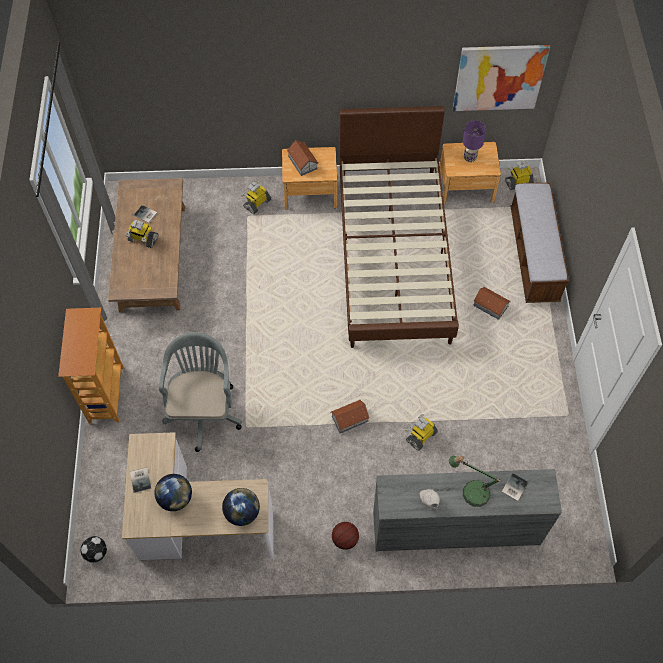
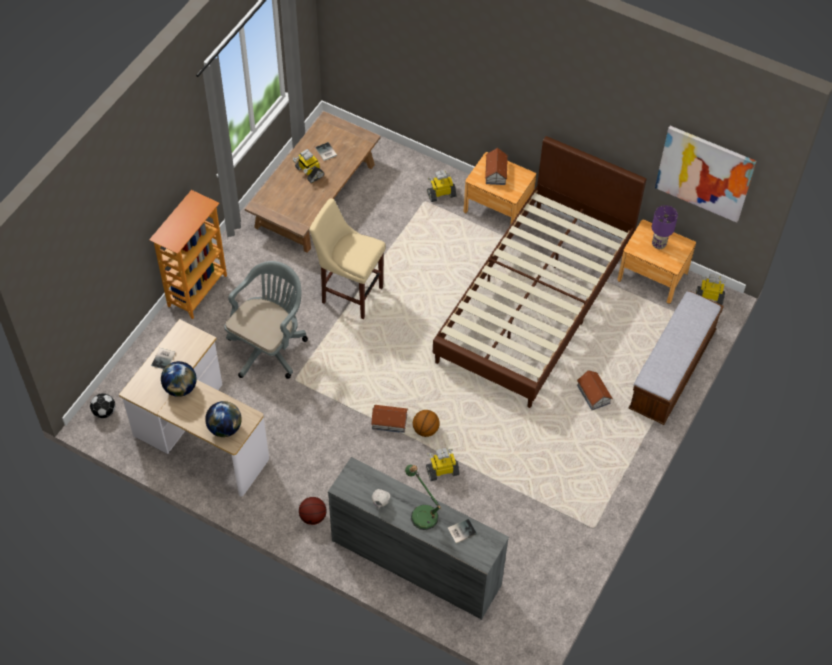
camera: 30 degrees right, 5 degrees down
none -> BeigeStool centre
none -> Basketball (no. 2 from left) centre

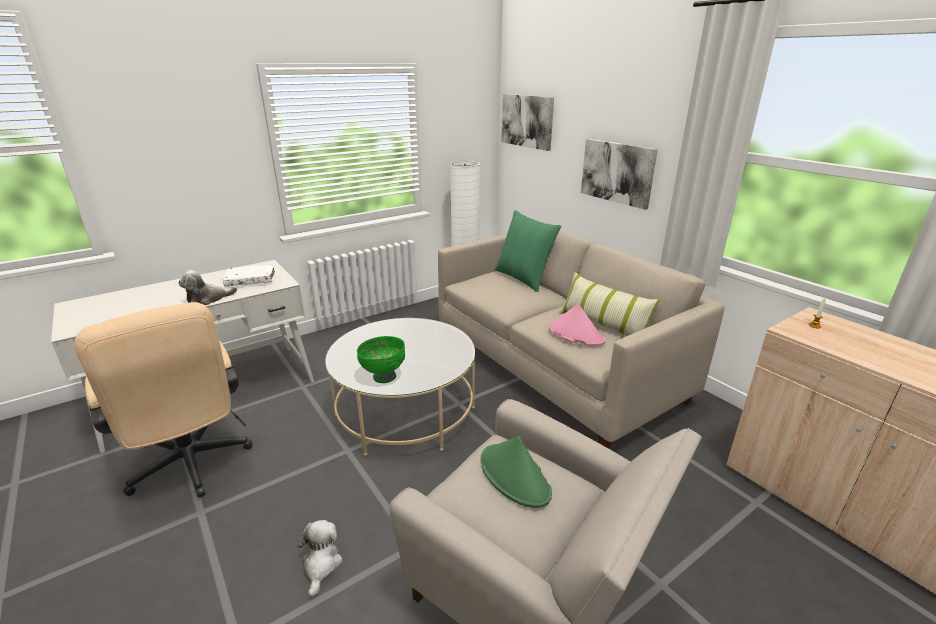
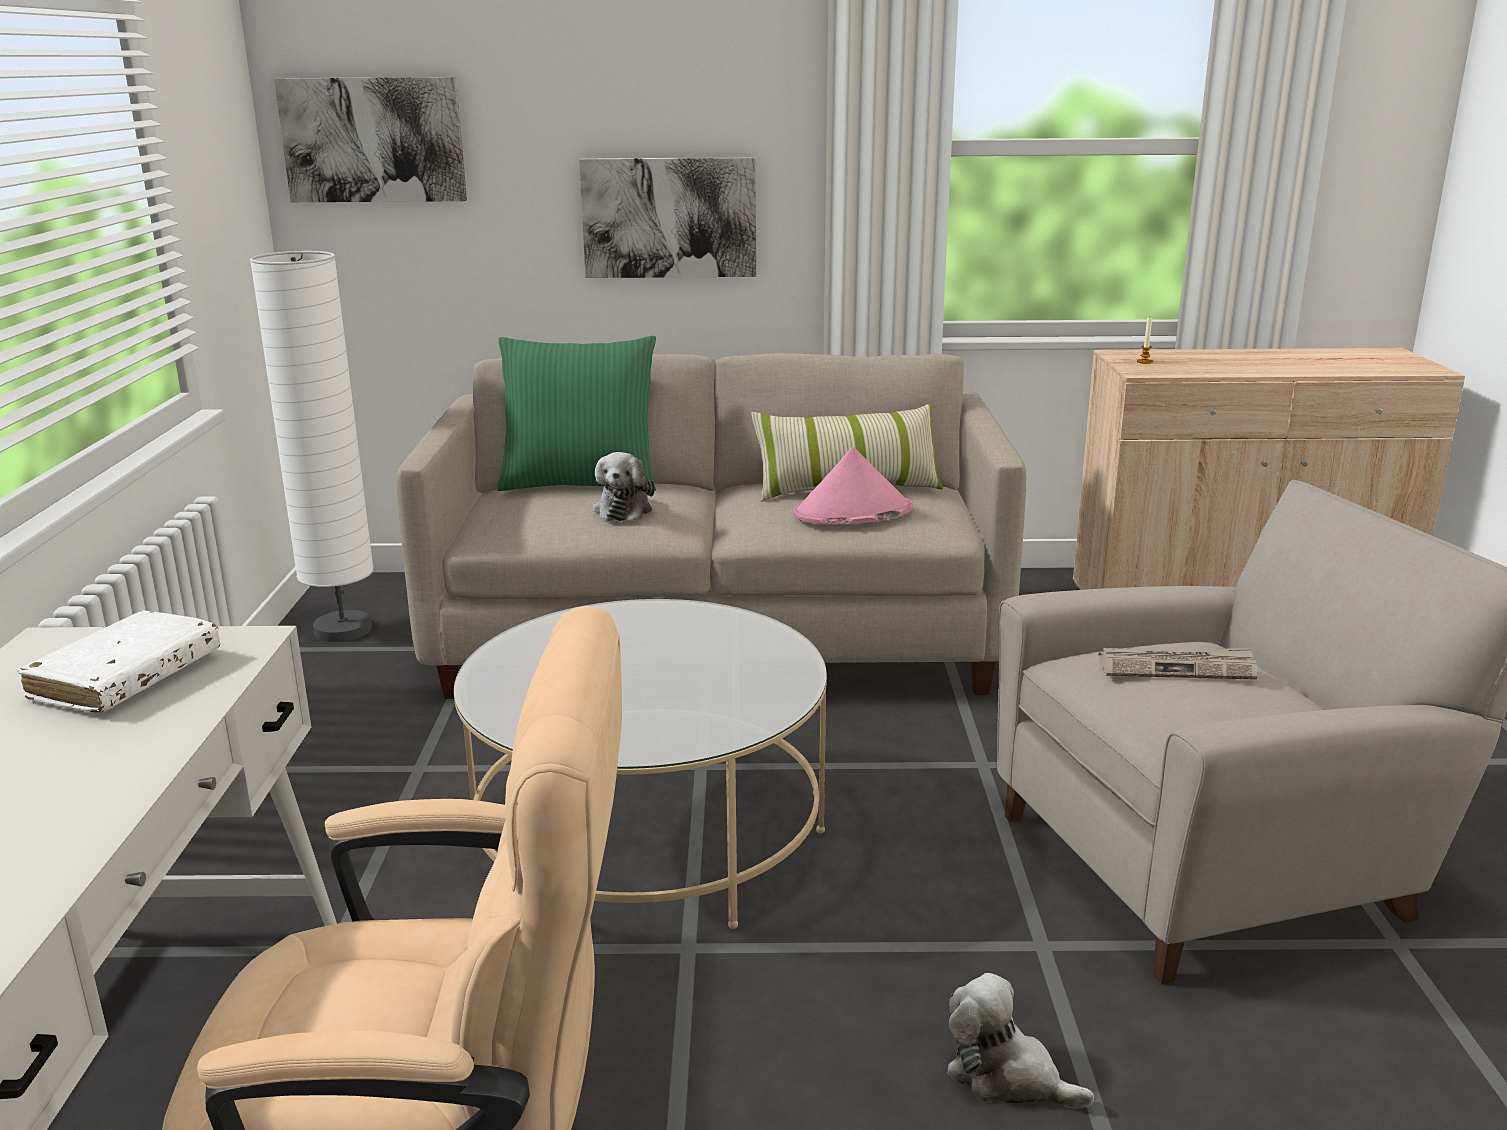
camera: 55 degrees left, 5 degrees down
PlushToy (no. 1 from left) middle left -> PlushToy (no. 1 from left) centre, relocated
GreenHat bottom centre -> Newspaper middle right
GreenBowl centre -> none

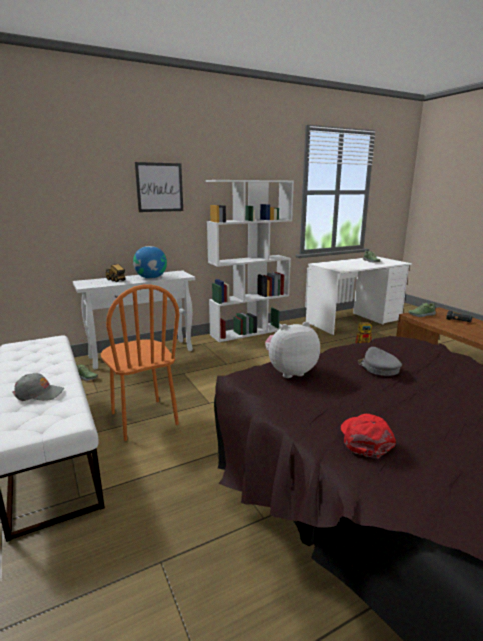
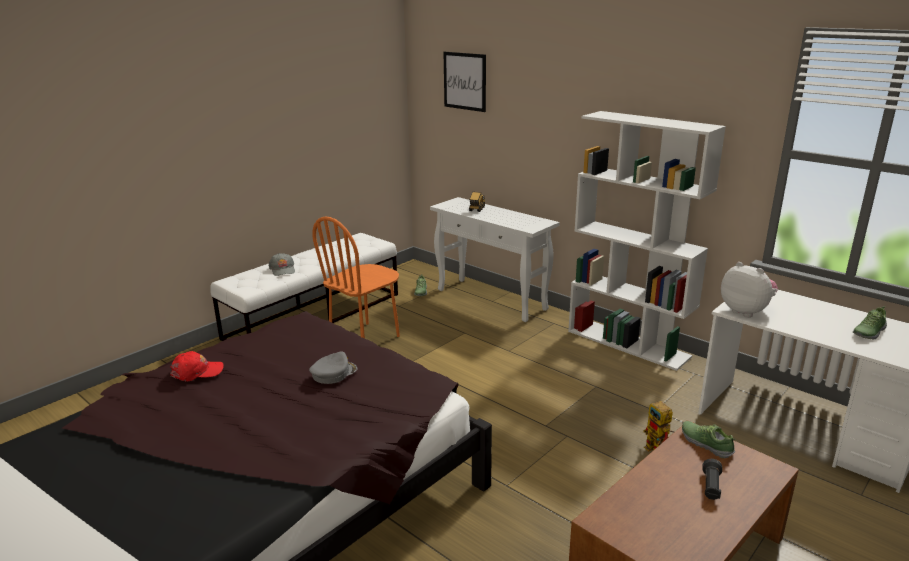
camera: 70 degrees right, 5 degrees up
Picture top left -> Picture top centre, relocated
PlushToy centre -> PlushToy middle right, relocated
Globe middle left -> none

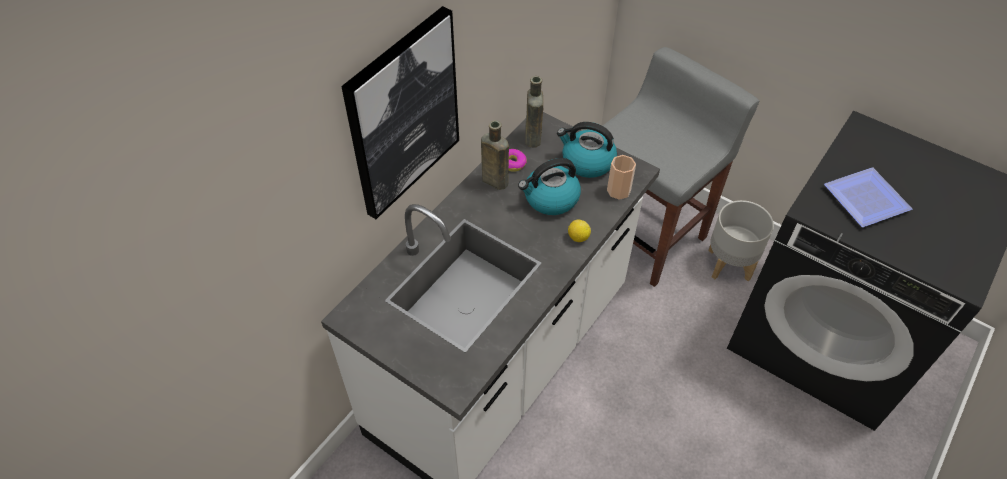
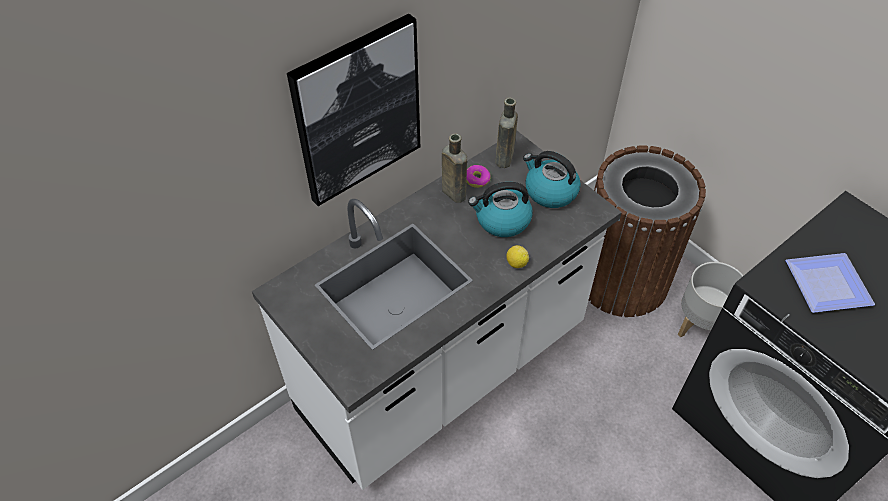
camera: 15 degrees right, 0 degrees up
GreyStool middle right -> BrownTrashCan middle right
Cup centre -> none

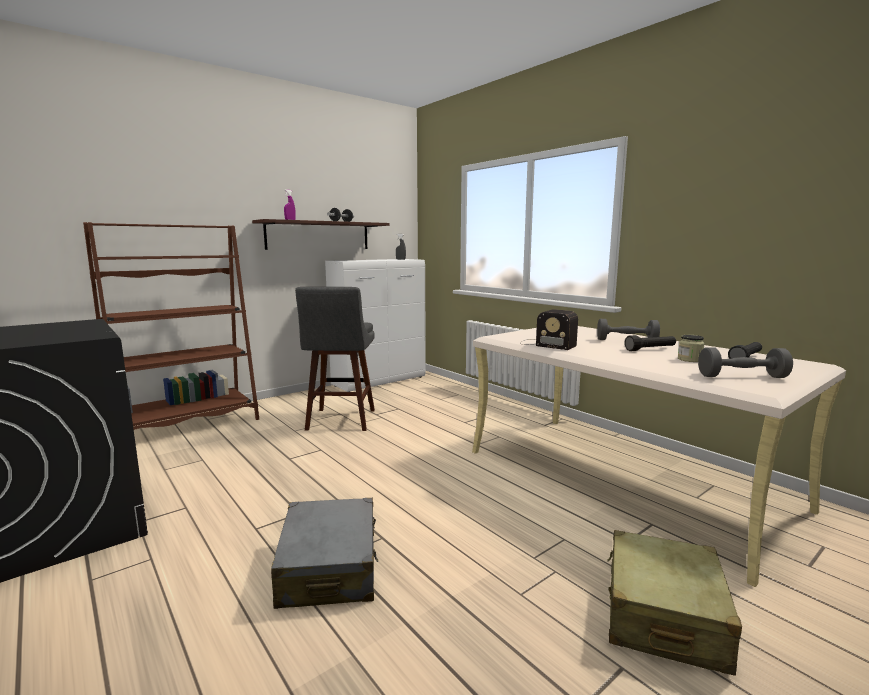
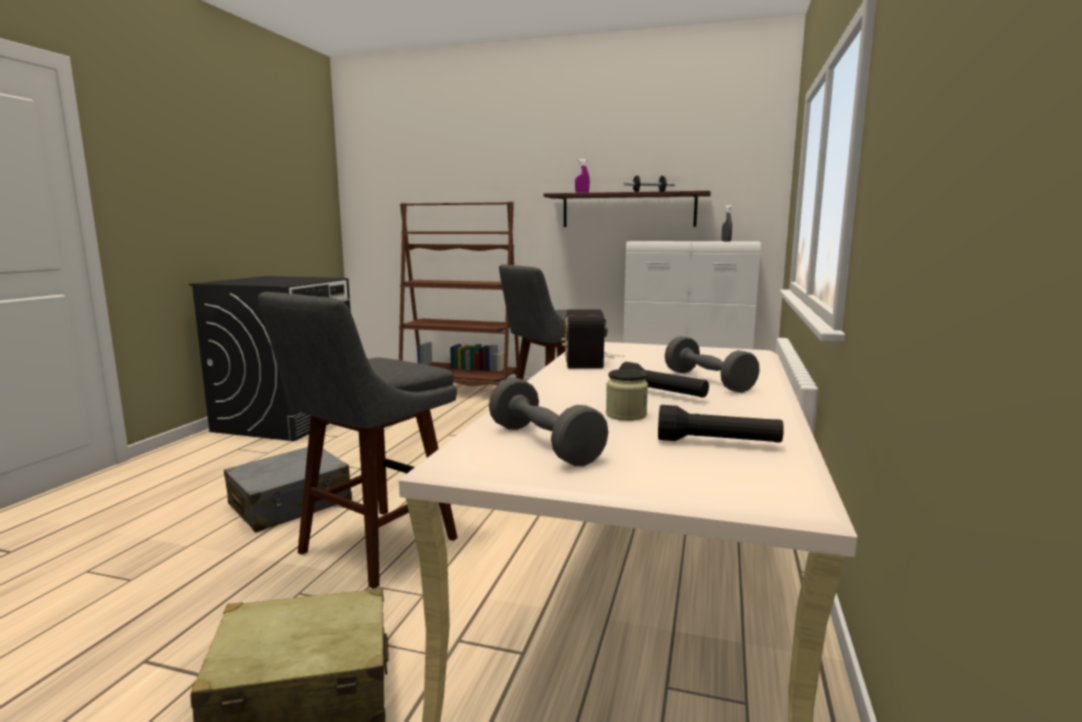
camera: 55 degrees right, 0 degrees up
none -> GreyStool (no. 1 from left) middle left

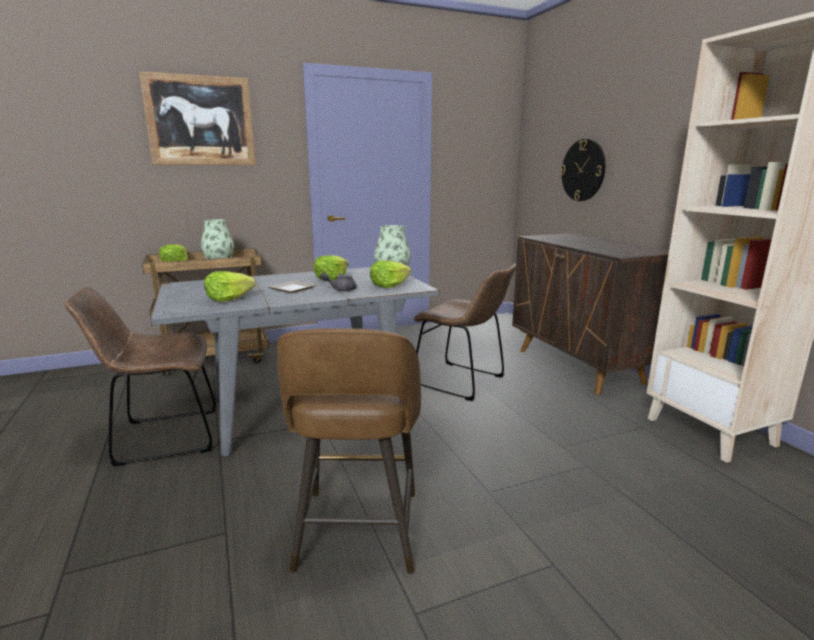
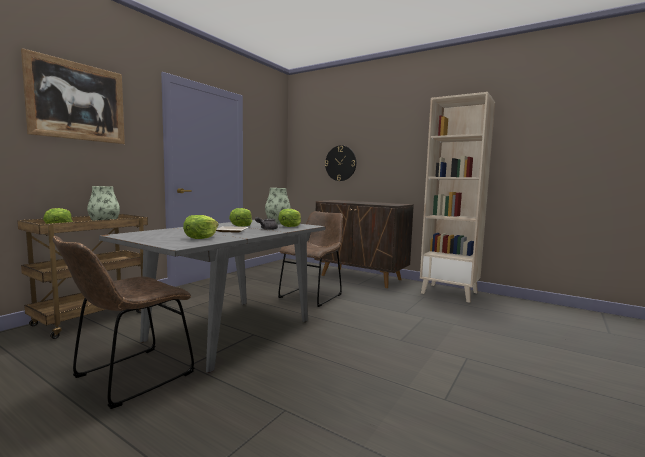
camera: 35 degrees left, 10 degrees down
BrownChair (no. 2 from left) centre, 60 degrees counterclockwise
BrownStool bottom centre -> none

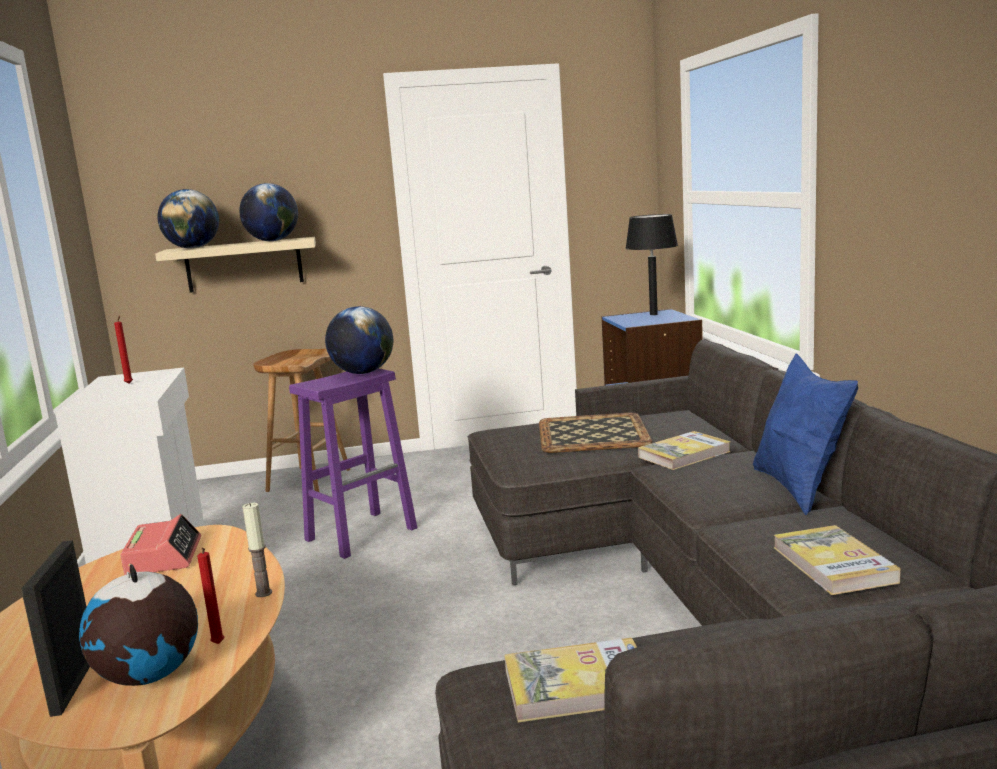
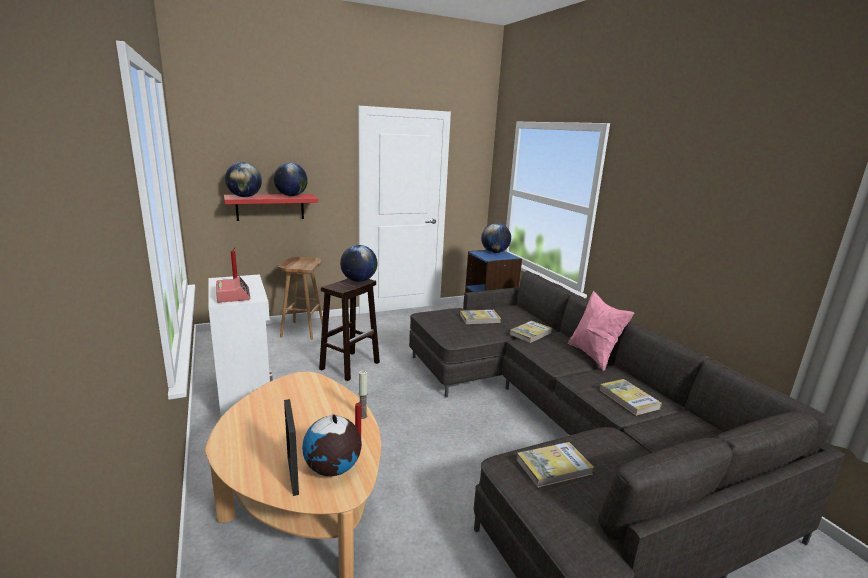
camera: 15 degrees left, 5 degrees up
AlarmClock bottom left -> AlarmClock middle left, relocated
BeigeShelf middle left -> RedShelf middle left
PurpleStool centre -> BrownStool (no. 2 from left) centre
Tray centre -> Book (no. 1 from left) centre
BlackTableLamp centre -> Globe (no. 5 from left) centre
BluePillow middle right -> PinkPillow middle right

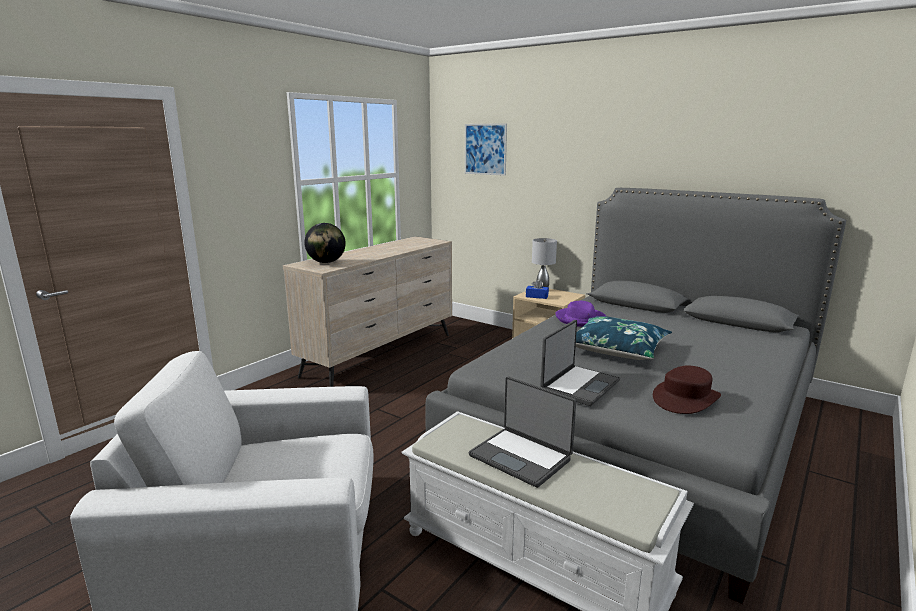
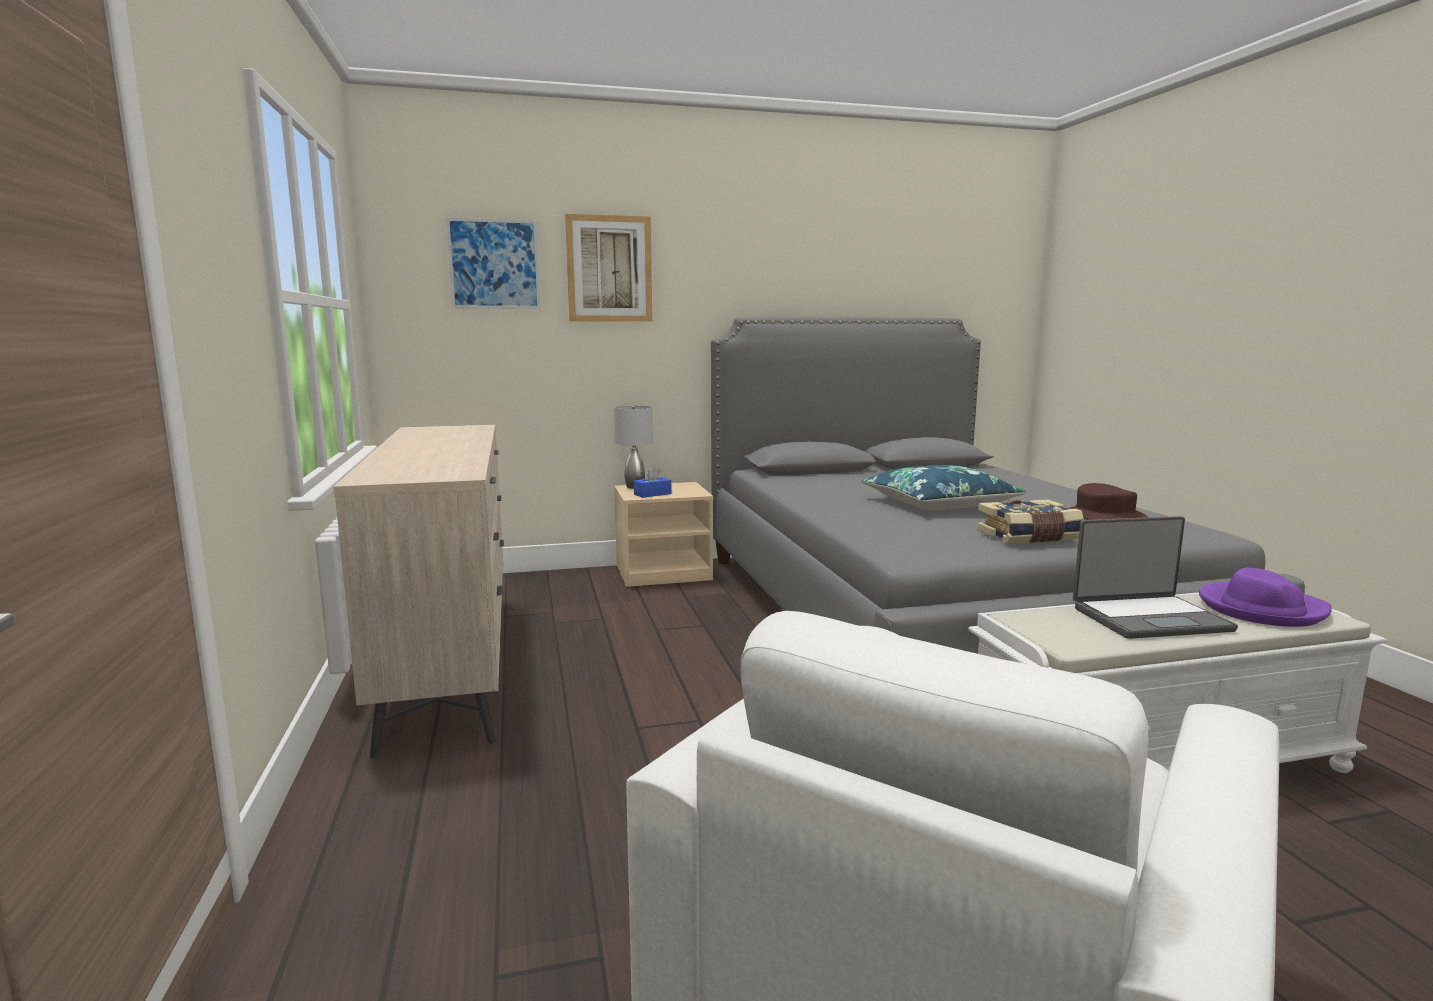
camera: 50 degrees left, 5 degrees down
none -> Picture (no. 2 from left) top centre
Laptop (no. 2 from left) centre -> Book middle right
PurpleHat centre -> PurpleHat middle right, relocated
Globe centre -> none

